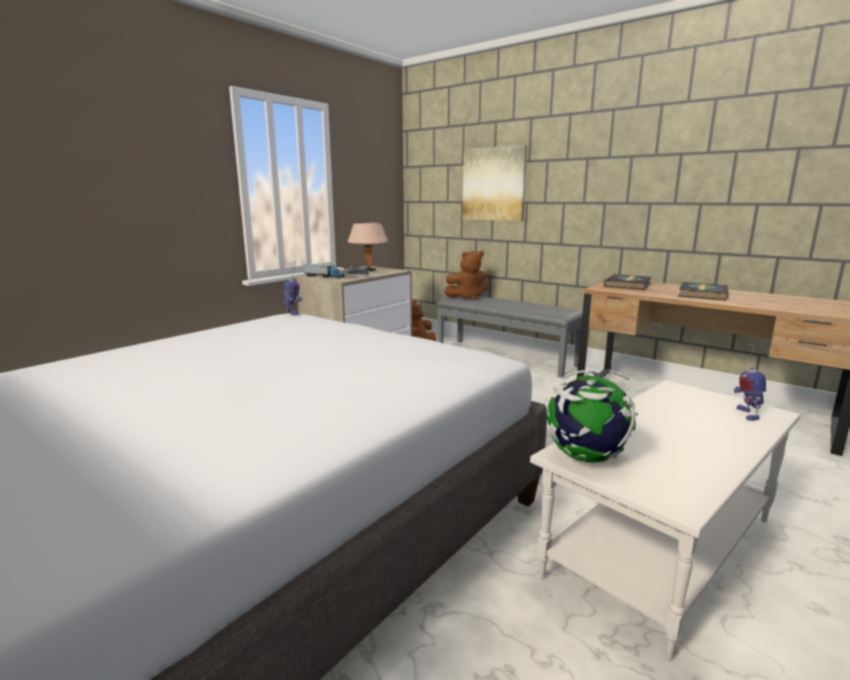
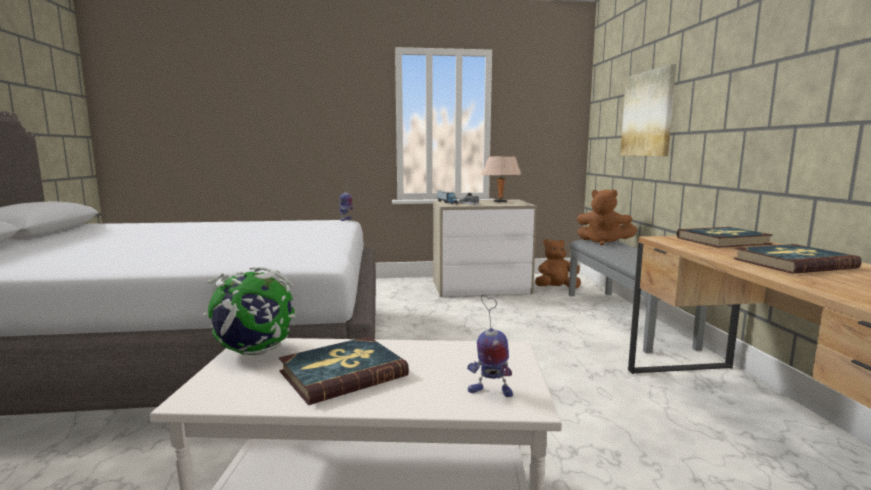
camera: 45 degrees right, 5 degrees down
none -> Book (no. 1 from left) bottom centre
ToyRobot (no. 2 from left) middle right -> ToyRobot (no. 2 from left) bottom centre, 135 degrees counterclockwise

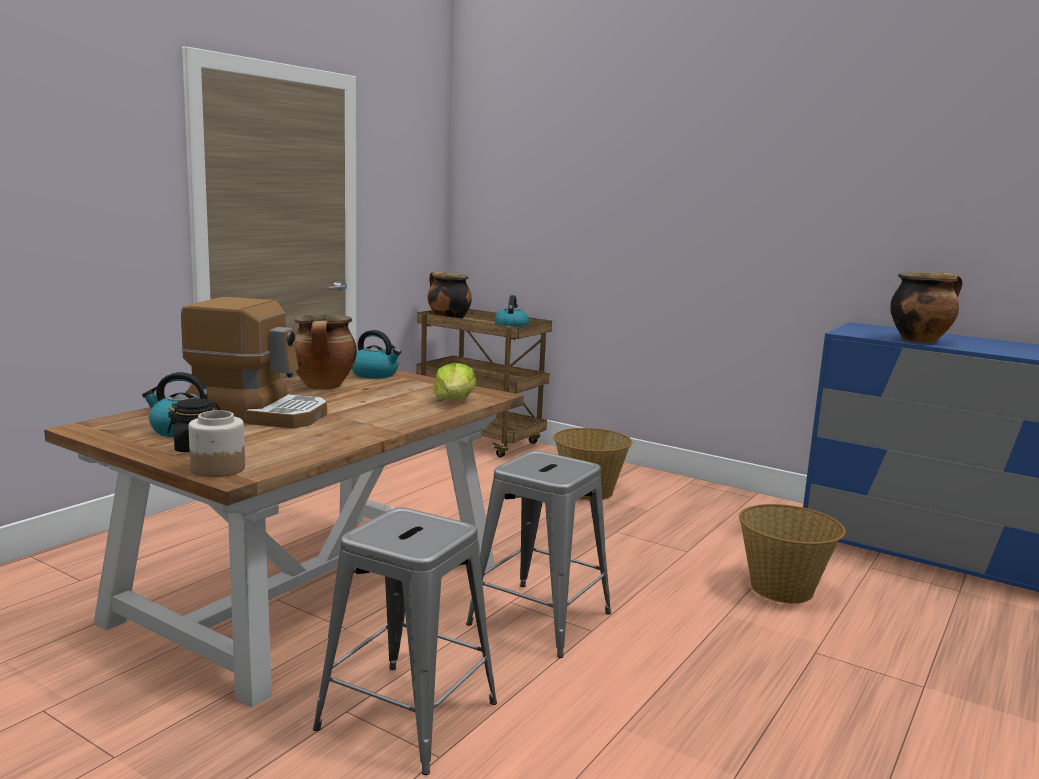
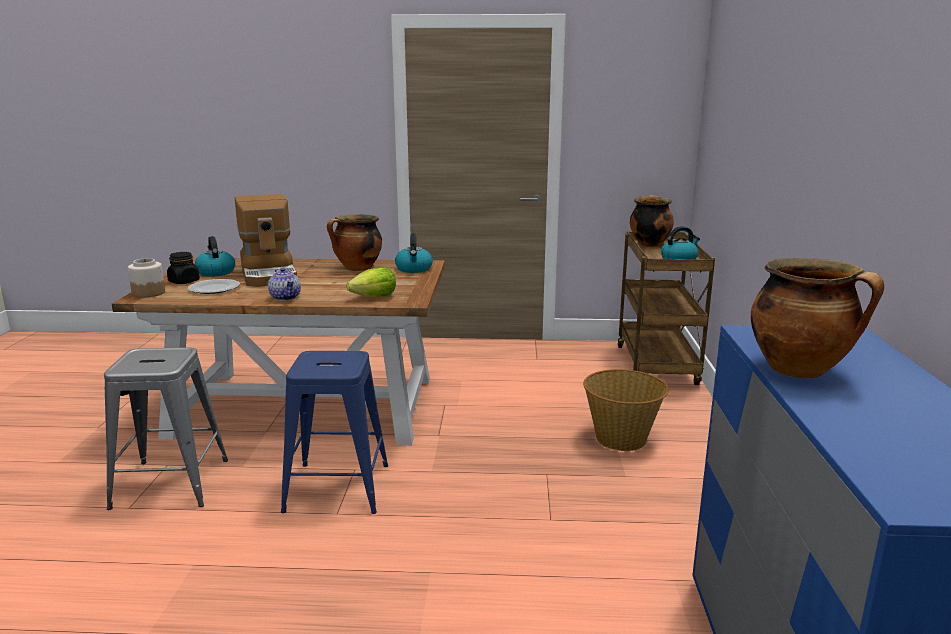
camera: 60 degrees right, 5 degrees up
none -> Plate middle left
none -> Teapot middle left
GreyStool (no. 2 from left) bottom centre -> BlueStool bottom centre
Basket (no. 2 from left) bottom right -> none

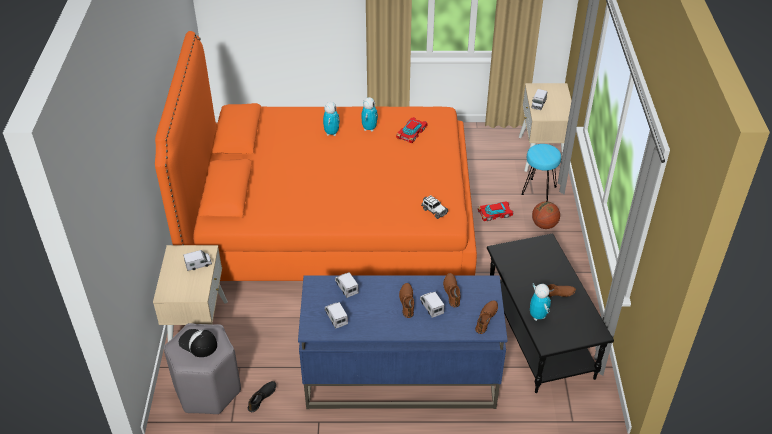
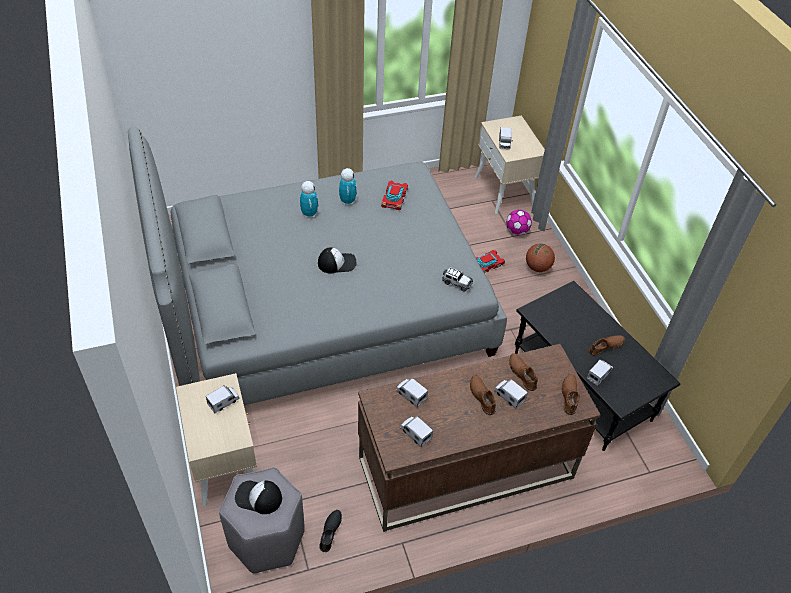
camera: 20 degrees left, 5 degrees up
OrangeBed centre -> GreyBed centre
none -> Cap (no. 2 from left) centre
BlueDesk bottom centre -> BrownDesk bottom centre
TurquoiseStool middle right -> Football centre
ToyRobot (no. 3 from left) bottom right -> ToyTruck (no. 6 from left) middle right

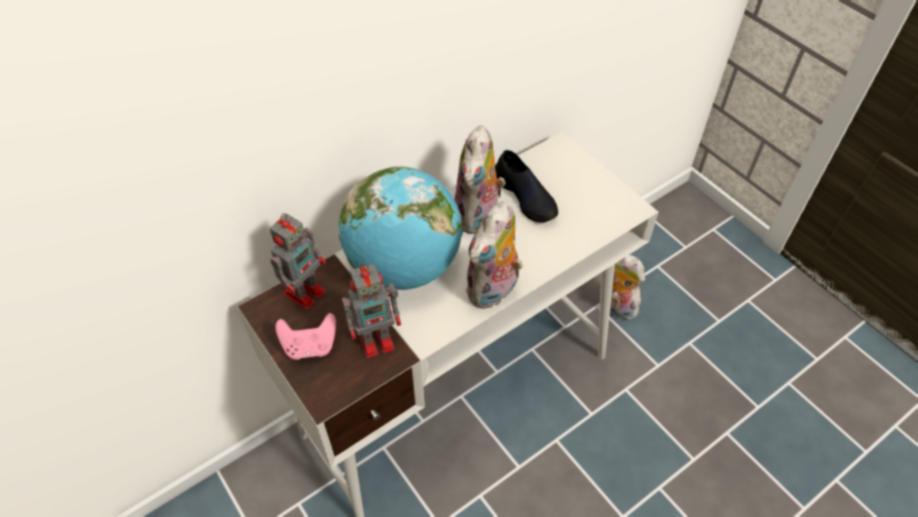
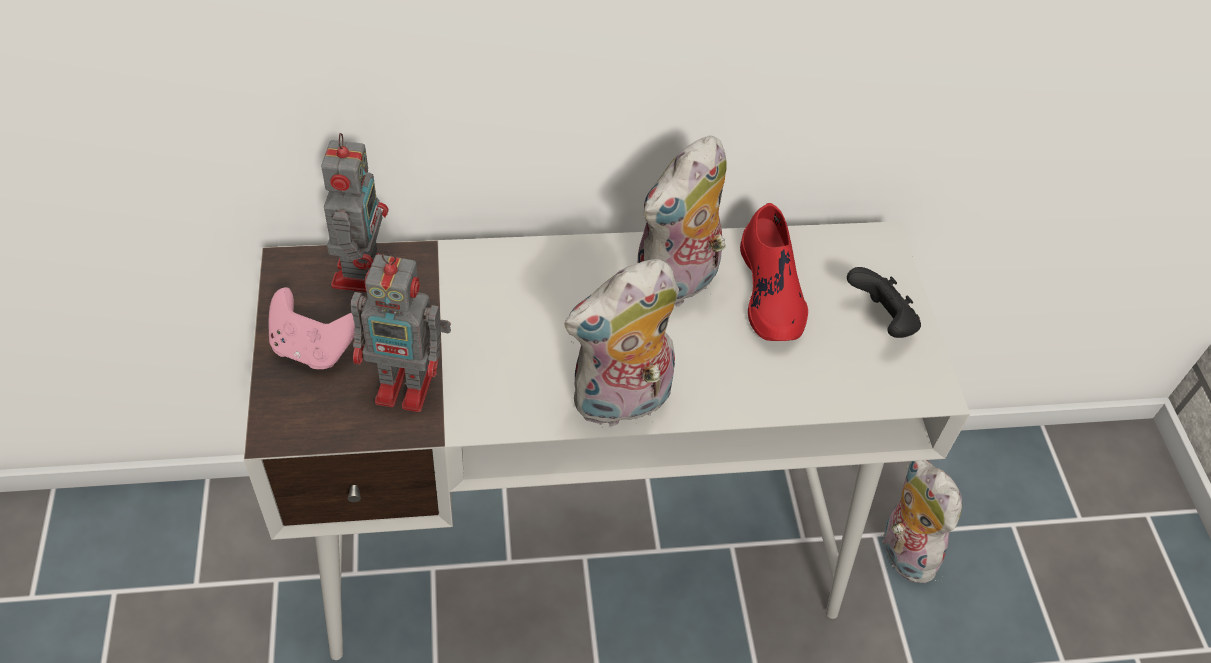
camera: 25 degrees right, 0 degrees up
ToyRobot (no. 1 from left) middle left -> ToyRobot (no. 1 from left) top left, 60 degrees counterclockwise
BlackShoe centre -> RedShoe centre
none -> BlackGameController middle right
Globe centre -> none

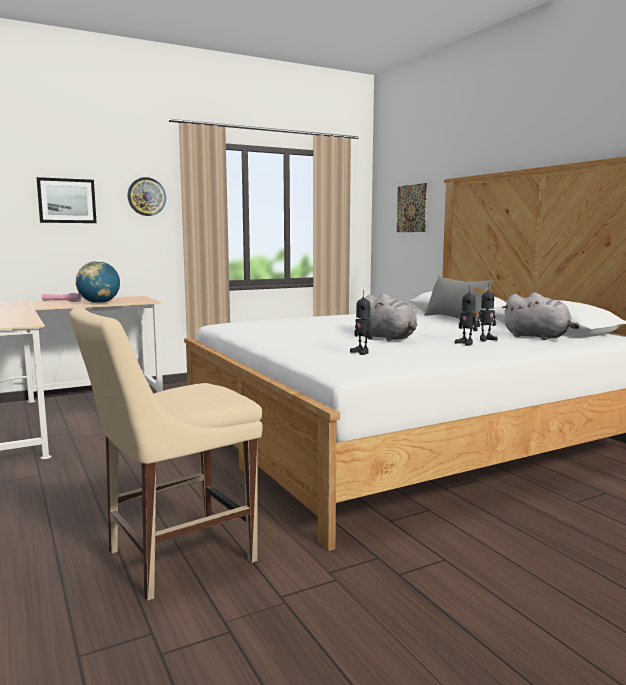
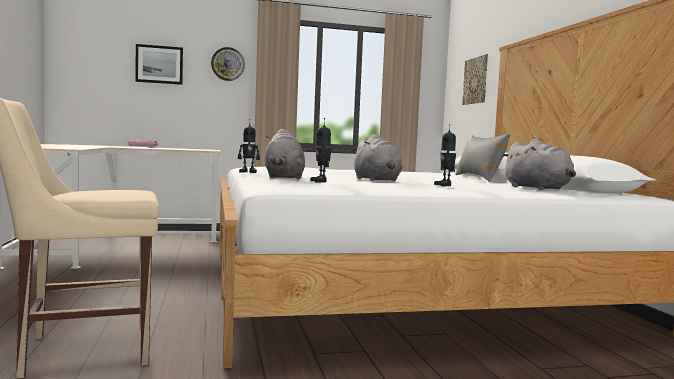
camera: 15 degrees right, 5 degrees down
ToyRobot (no. 3 from left in the first image) middle right -> ToyRobot (no. 1 from left) centre, relocated
none -> GreyPlushToy (no. 1 from left) centre
Globe middle left -> none

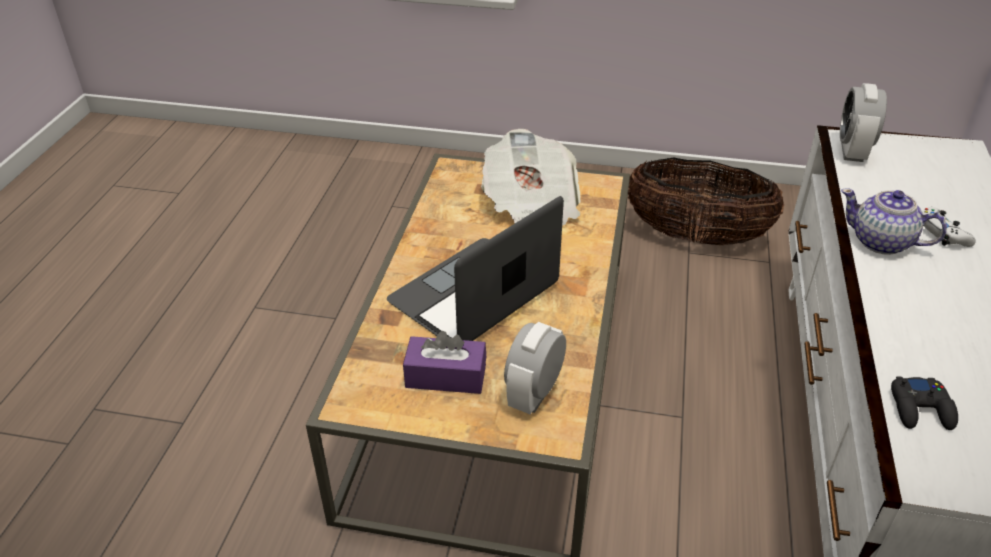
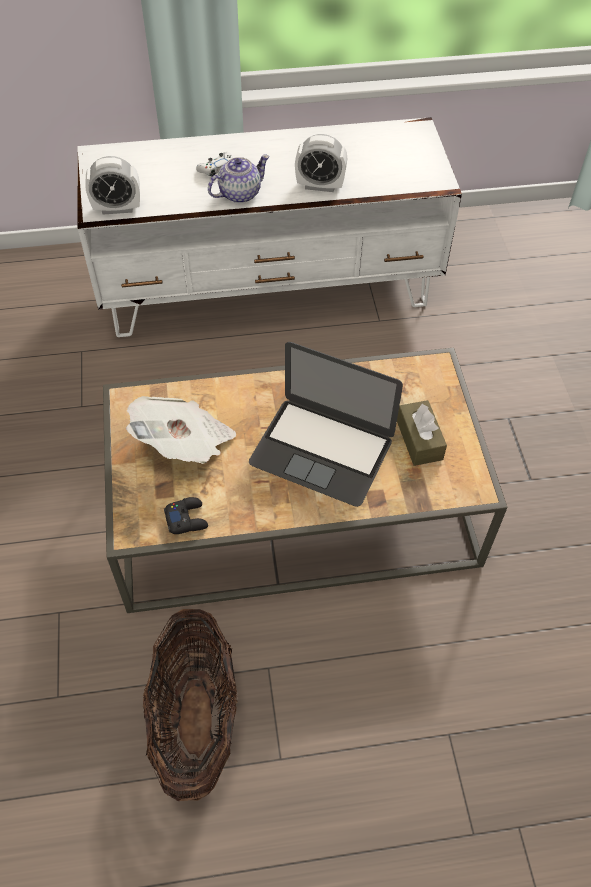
camera: 110 degrees left, 15 degrees up
Basket middle right -> Basket bottom left, relocated
BlackGameController bottom right -> BlackGameController middle left, relocated
Teapot middle right -> Teapot top centre, 135 degrees counterclockwise
AlarmClock (no. 1 from left in the first image) centre -> AlarmClock (no. 2 from left) top centre, relocated
PurpleTissueBox centre -> BrownTissueBox middle right

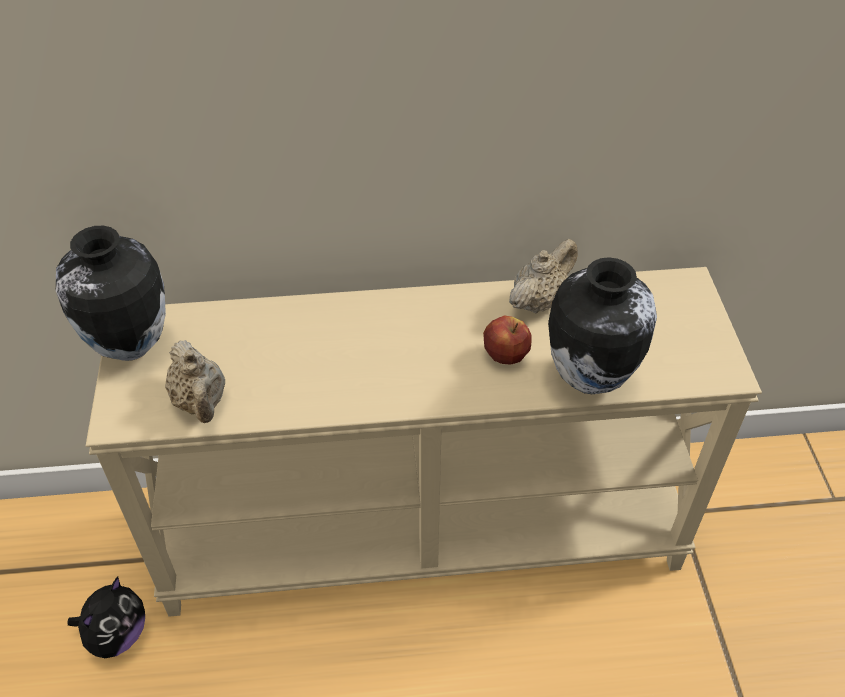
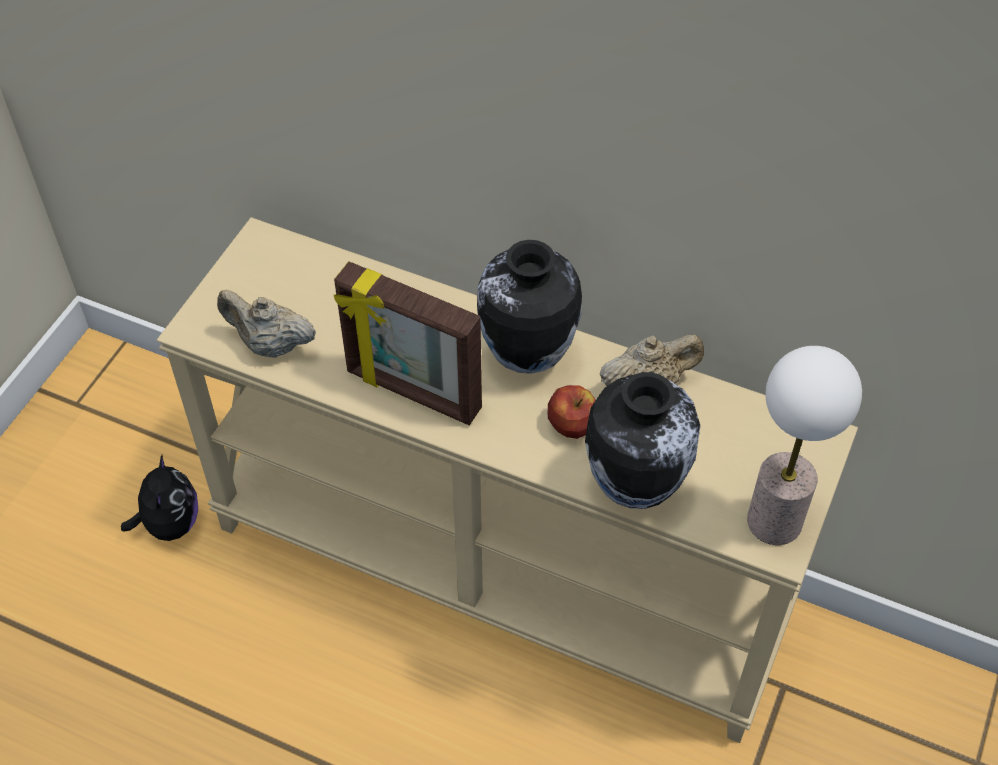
camera: 30 degrees right, 5 degrees up
PlushToy bottom left -> PlushToy middle left, 60 degrees counterclockwise
BeigeTeapot (no. 1 from left) middle left, 105 degrees clockwise
none -> PictureFrame centre
Vase (no. 1 from left) middle left -> Vase (no. 1 from left) centre, relocated
none -> TableLamp middle right

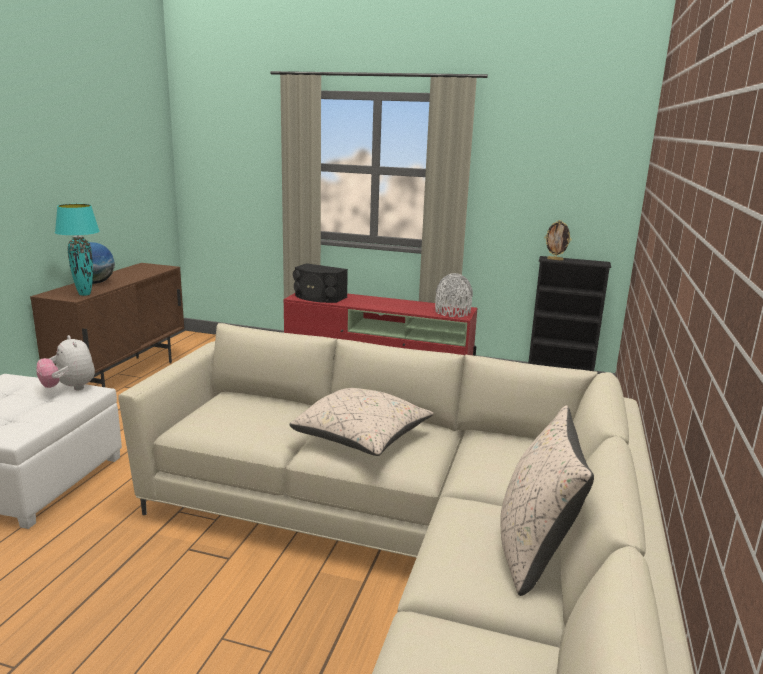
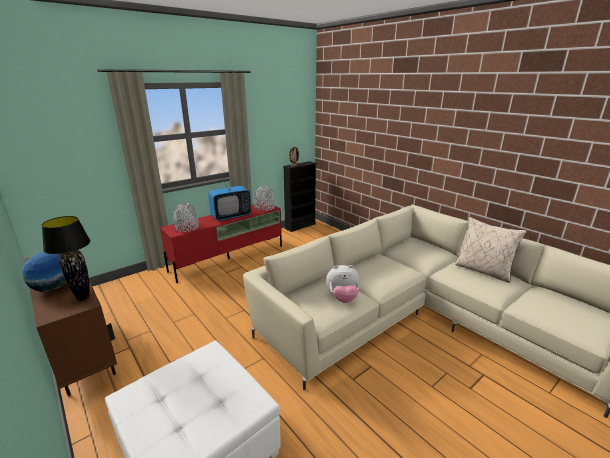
camera: 55 degrees left, 5 degrees up
TurquoiseTableLamp middle left -> BlackTableLamp middle left
BlackSpeaker centre -> GreyVase (no. 1 from left) middle left
none -> Television centre
PlushToy middle left -> PlushToy centre, relocated
BeigePillow (no. 1 from left) centre -> none

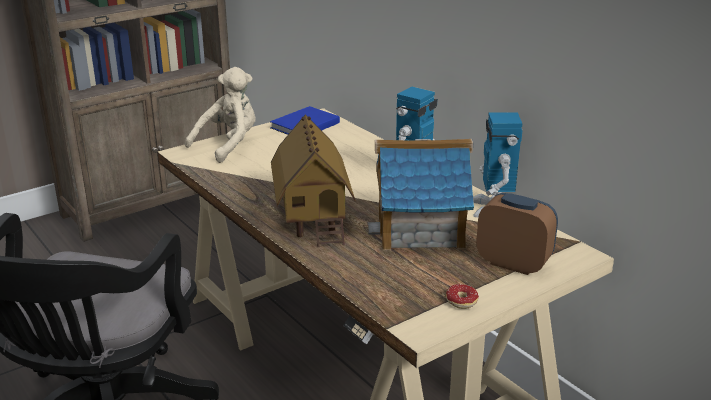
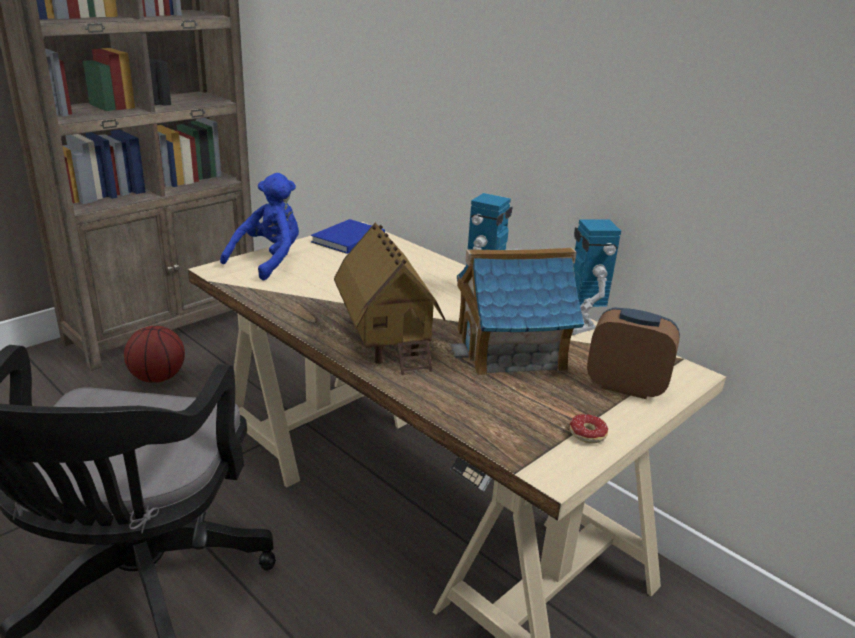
camera: 10 degrees left, 0 degrees up
none -> Basketball middle left
BeigePlushToy top left -> BluePlushToy middle left

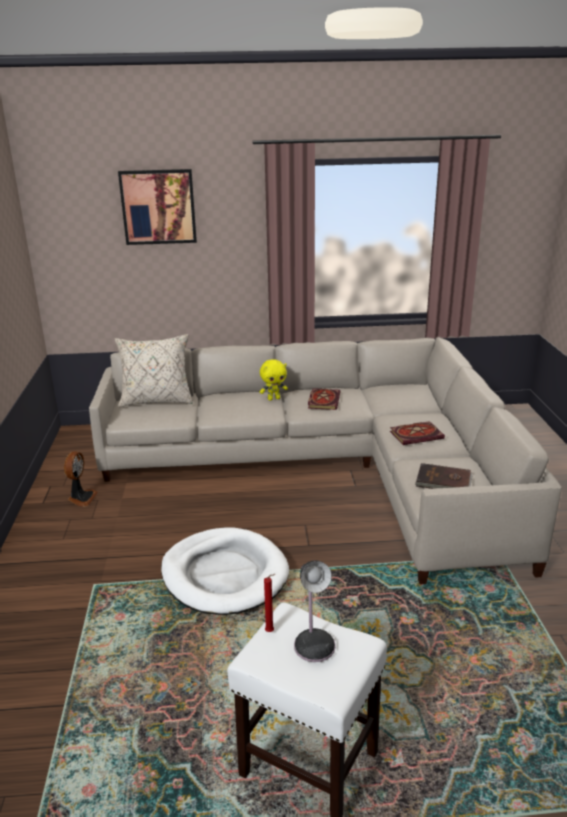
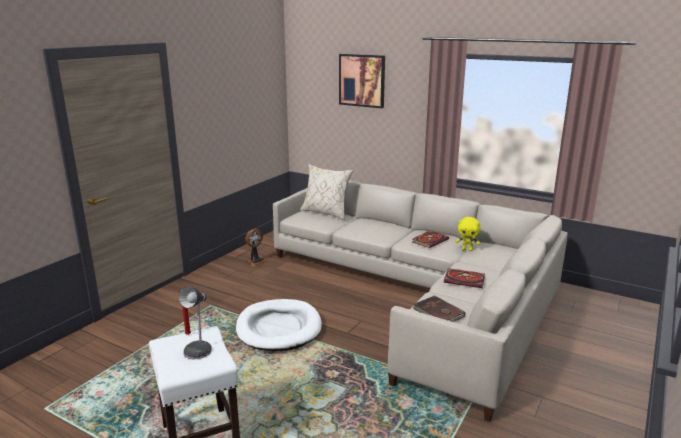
camera: 35 degrees right, 5 degrees down
YellowPlushToy centre -> YellowPlushToy middle right, relocated

